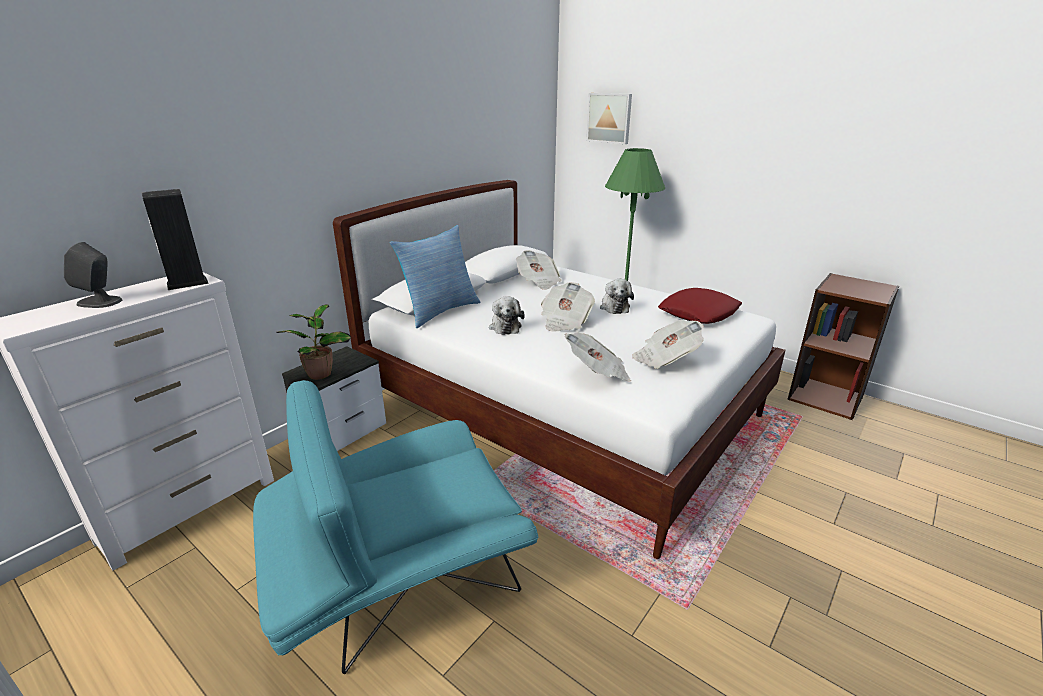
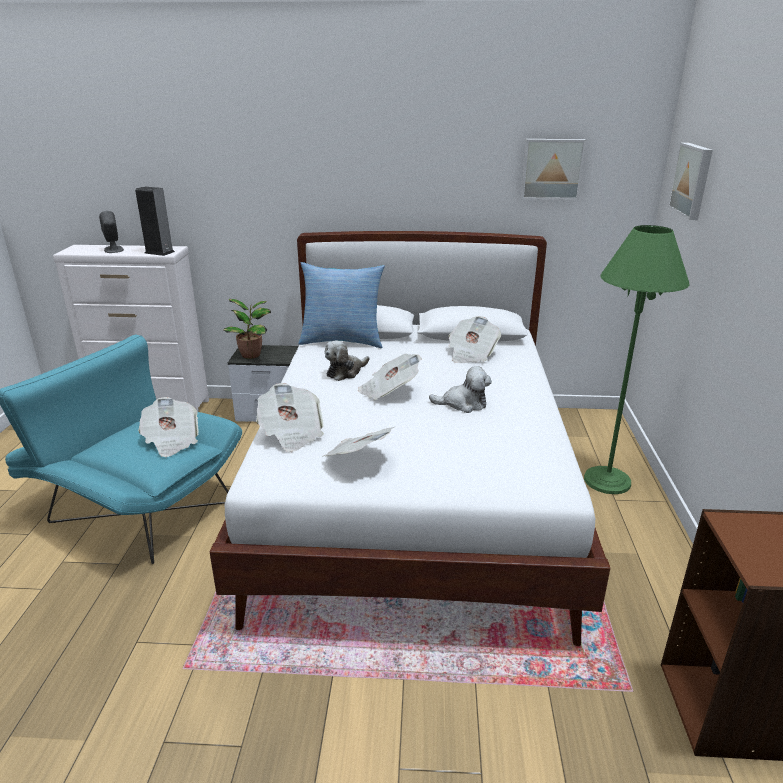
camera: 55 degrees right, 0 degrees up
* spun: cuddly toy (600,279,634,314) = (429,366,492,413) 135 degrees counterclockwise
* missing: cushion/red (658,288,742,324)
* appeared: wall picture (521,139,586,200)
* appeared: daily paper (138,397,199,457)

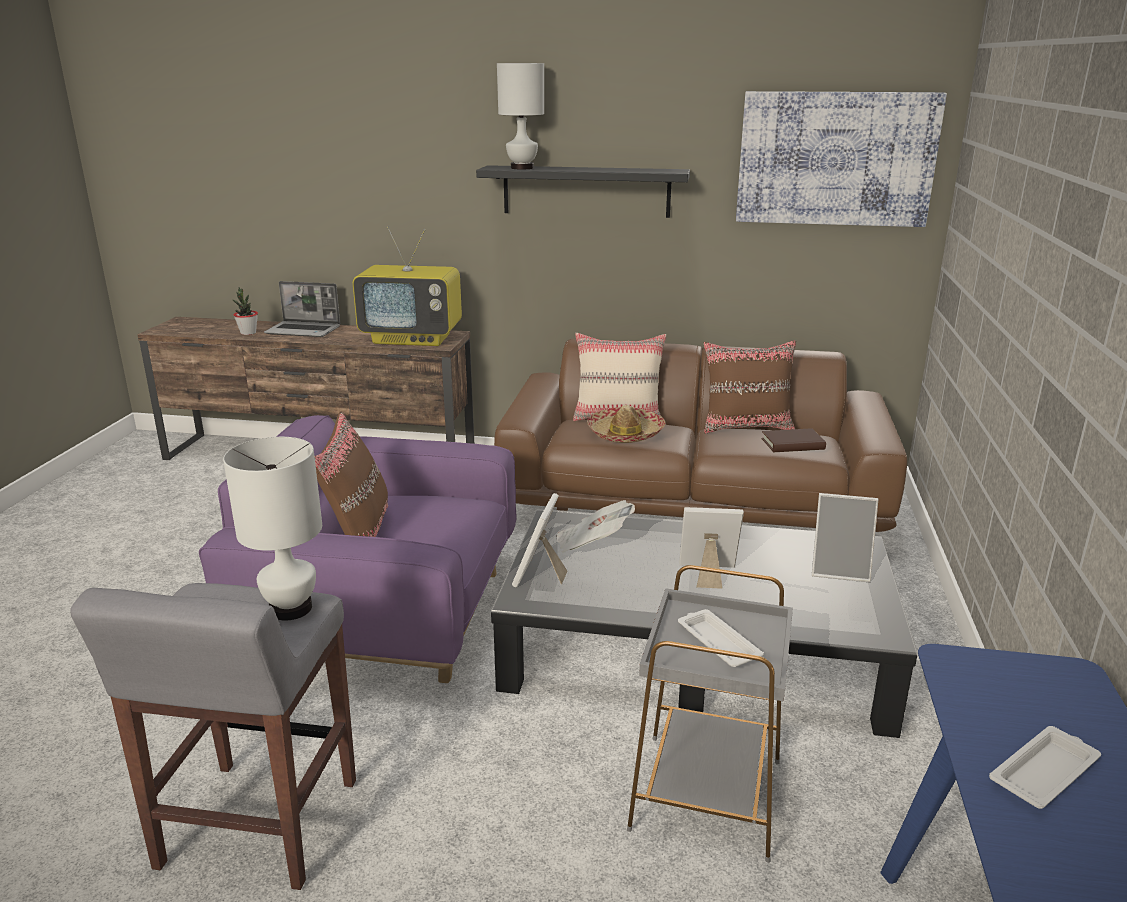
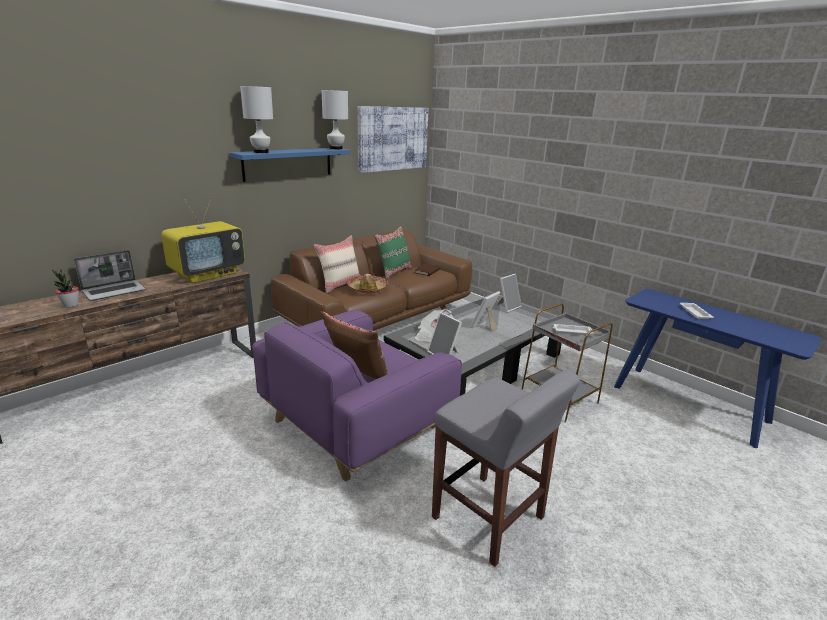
camera: 55 degrees left, 0 degrees up
* colour: bracket shelf/black (476,165,690,218) to bracket shelf/blue-coloured (230,148,351,182)
* colour: cushion/brownish (704,340,796,433) to cushion/green (374,226,412,279)
* relocated: table lamp/white-coloured (223,437,322,621) to (322,90,348,149)

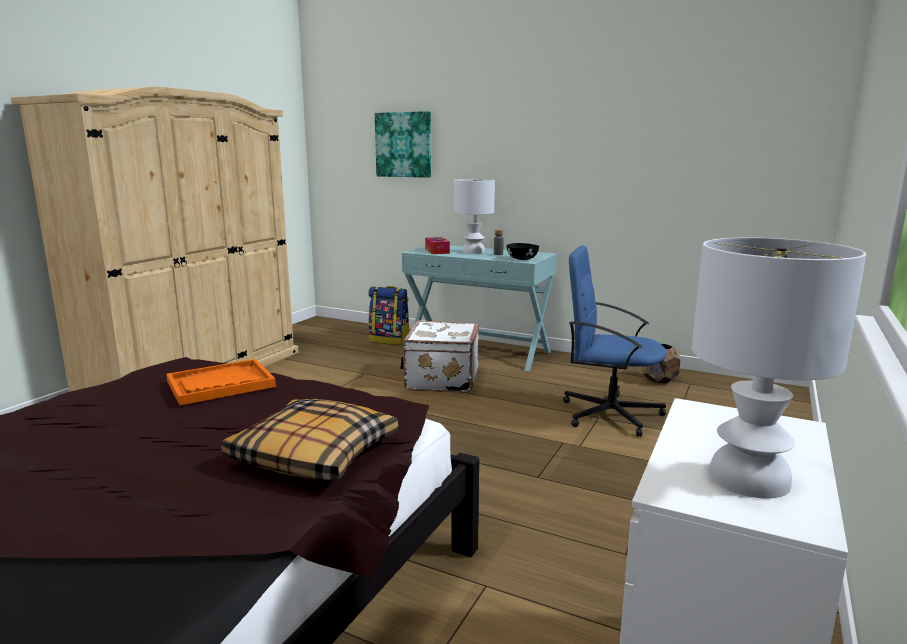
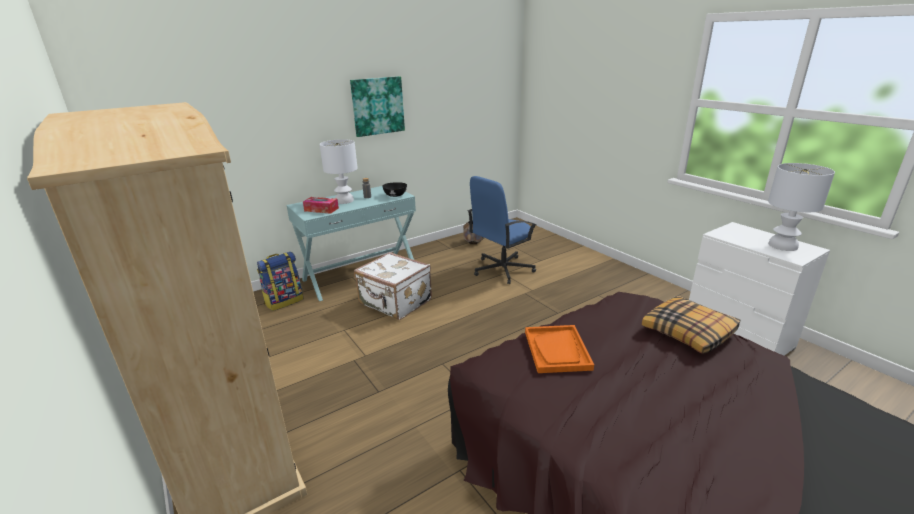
camera: 60 degrees left, 10 degrees up
* relocated: wall picture (375,111,431,178) to (350,76,405,137)

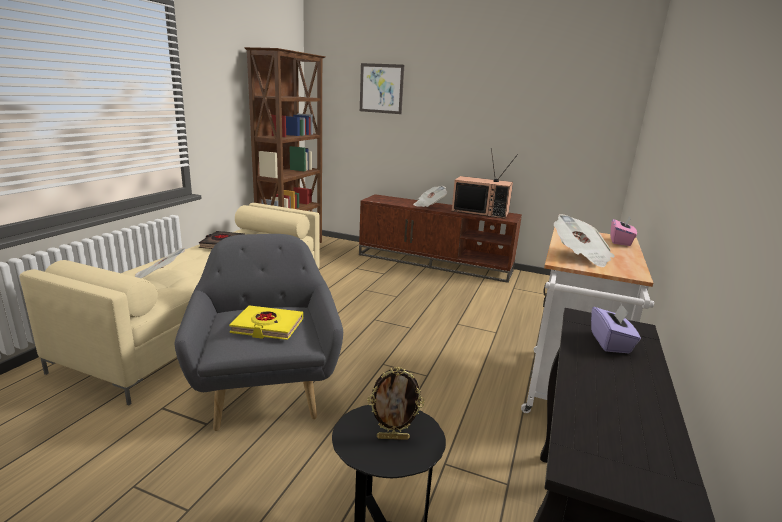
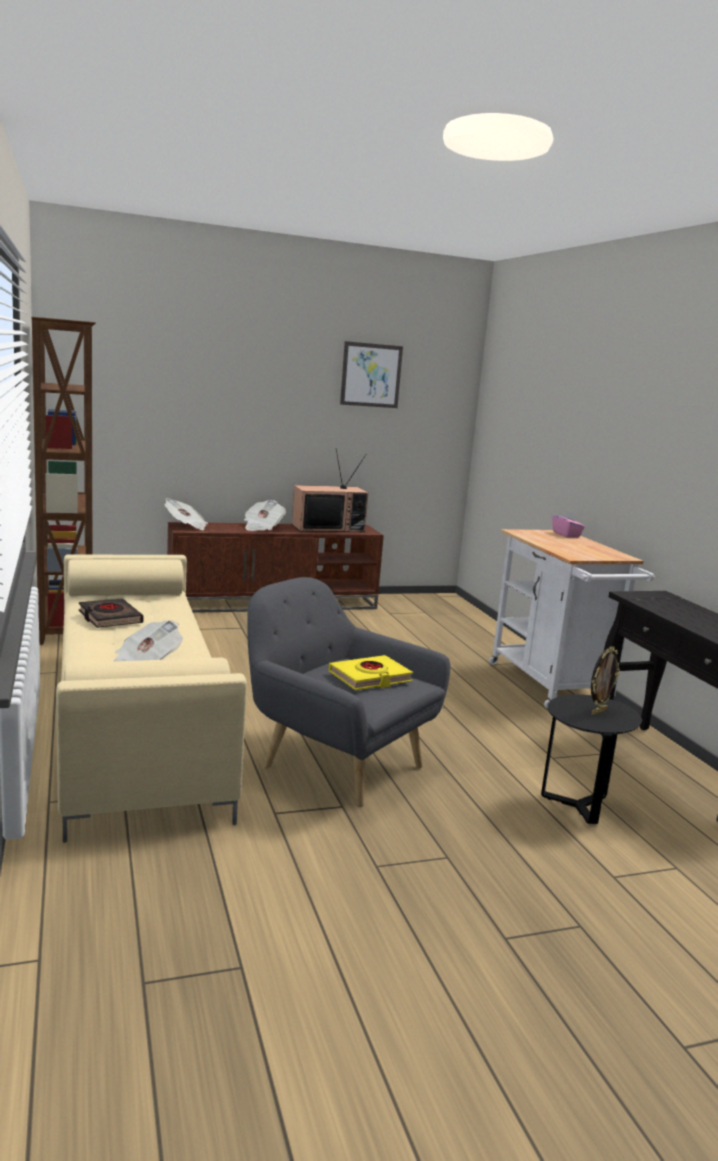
camera: 40 degrees left, 5 degrees down
* relocated: wall picture (360,63,404,114) to (340,341,403,408)
* relocated: daily paper (554,214,614,268) to (164,498,208,530)
* missing: tissue box/purple (591,304,641,353)

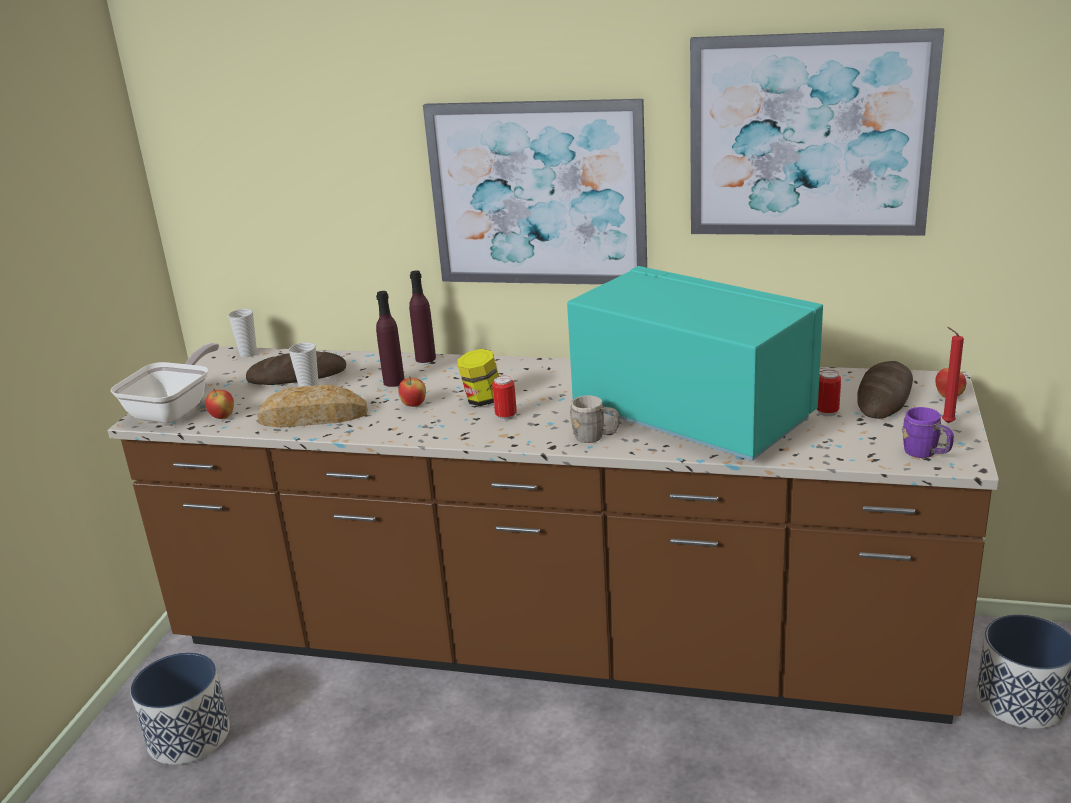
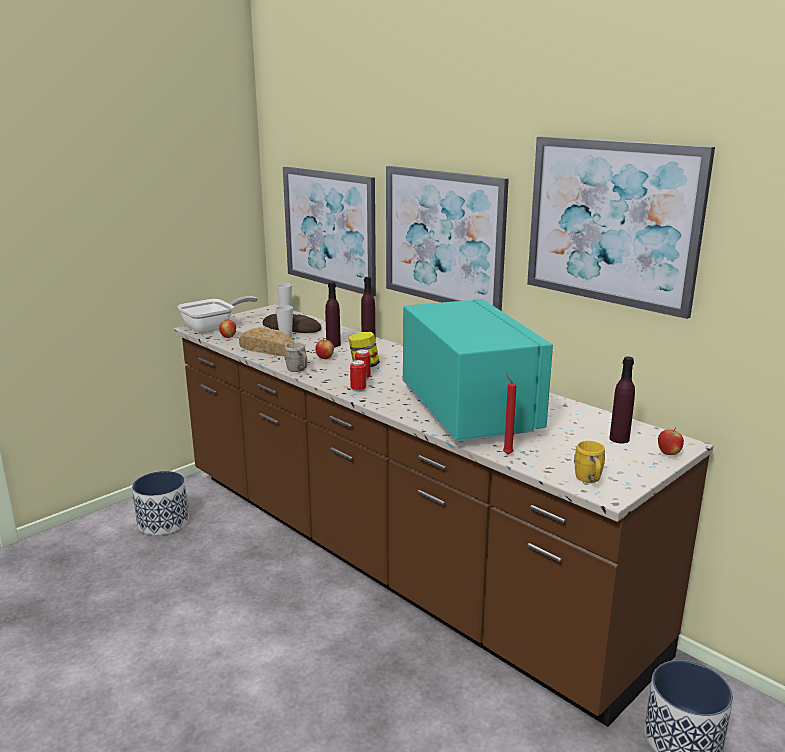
camera: 30 degrees right, 5 degrees down
* relocated: wax light/red (942,327,964,423) to (503,374,517,454)
* exchanged: bread (857,361,913,419) to drink bottle/purple (609,357,635,444)
* relocated: metal can (817,370,841,416) to (350,360,366,392)
* relocated: mug/gray (570,395,620,443) to (284,342,307,372)
* colour: mug/purple (902,407,954,458) to mug/yellow (574,441,605,483)
* appeared: wall picture (283,167,376,297)

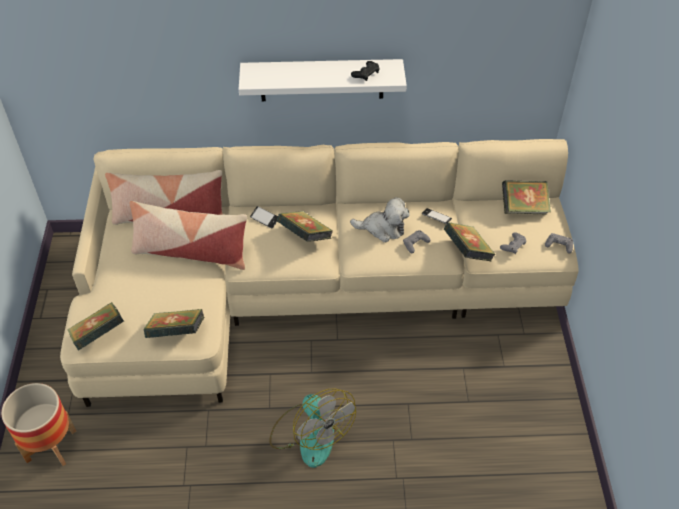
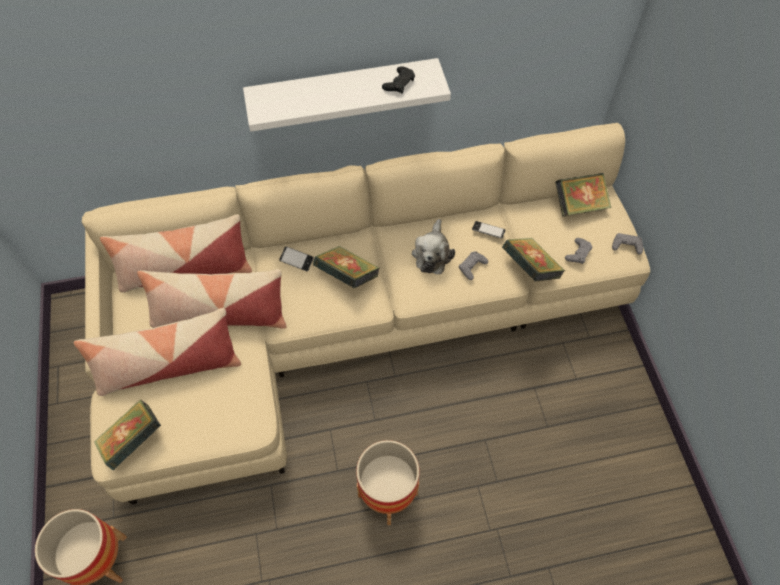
camera: 10 degrees left, 10 degrees up
* spun: cuddly toy (350,197,410,242) = (412,219,455,274) 105 degrees clockwise
* missing: volume (144,309,204,338)
* exchanged: electric fan (269,388,356,468) to flower pot (356,440,419,525)
* appeared: cushion (74,308,241,396)

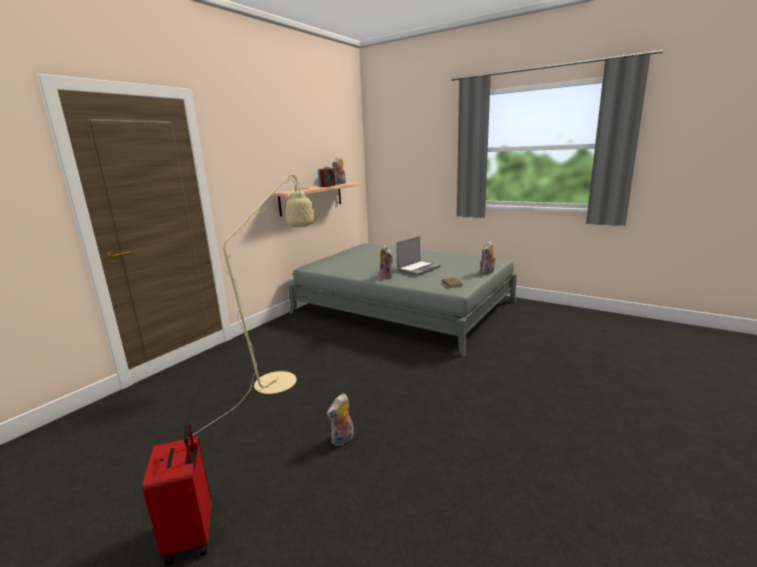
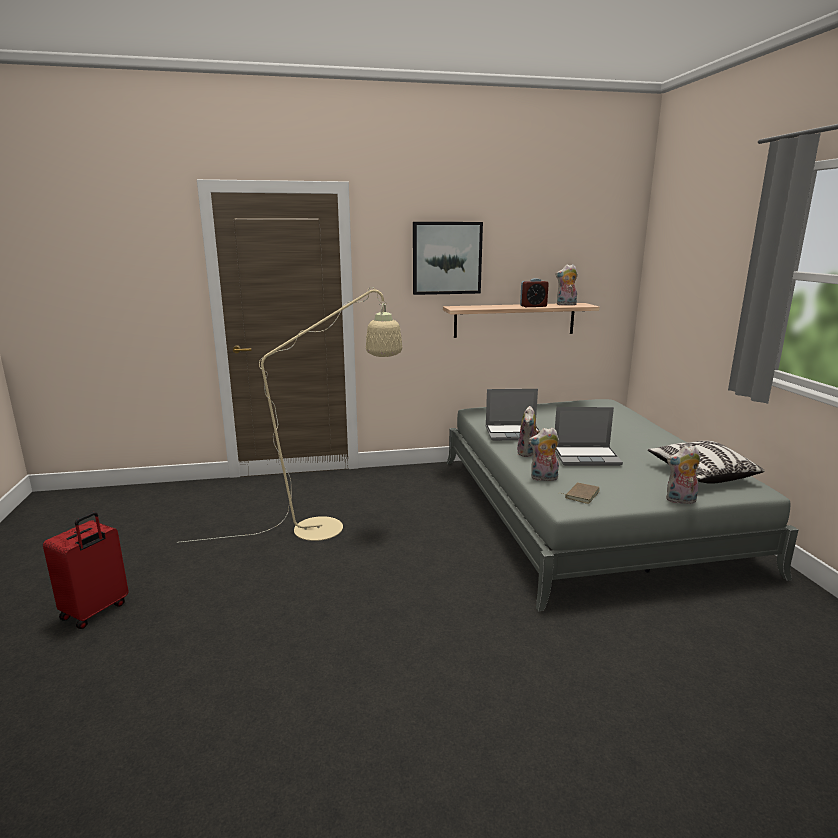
camera: 45 degrees right, 0 degrees up
* relocated: cuddly toy (327,393,354,446) to (529,427,559,481)
* appeared: wall picture (413,222,483,295)
* appeared: laptop (486,389,539,441)
* appeared: cushion (648,441,765,484)

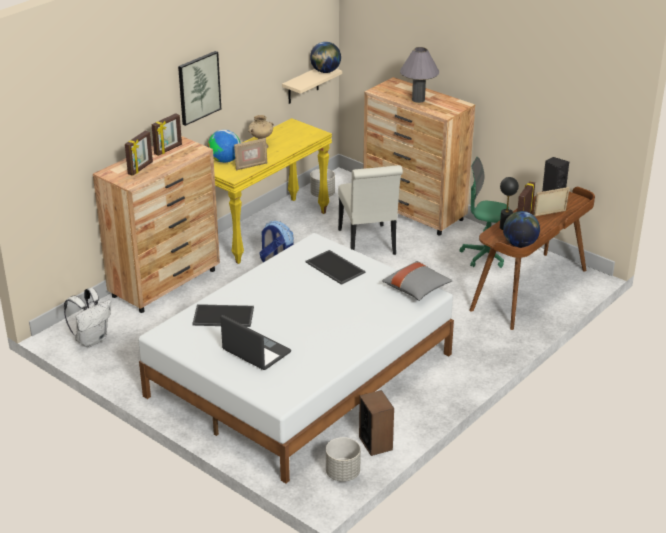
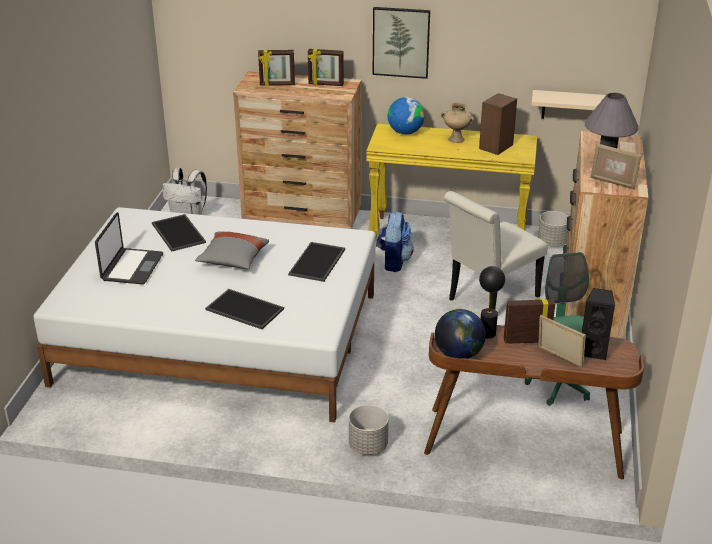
camera: 60 degrees right, 0 degrees up
* missing: desk globe (310,42,341,73)
* relocated: picture frame (234,138,267,171) to (590,144,642,190)
* relocated: cushion/gray (382,261,452,301) to (195,231,269,269)
* relocated: audio speaker (359,390,394,456) to (479,93,517,155)
* relocated: flower pot/gray (326,437,361,482) to (349,405,389,455)
* appeared: tray (205,289,284,329)

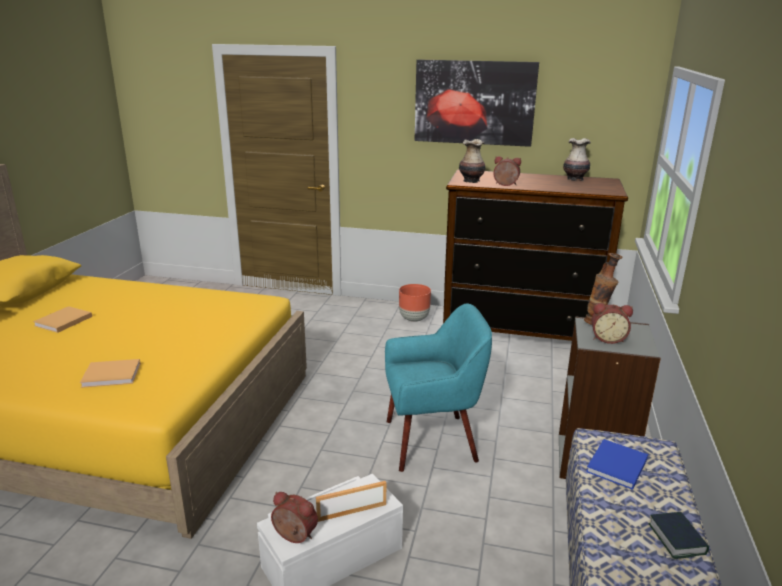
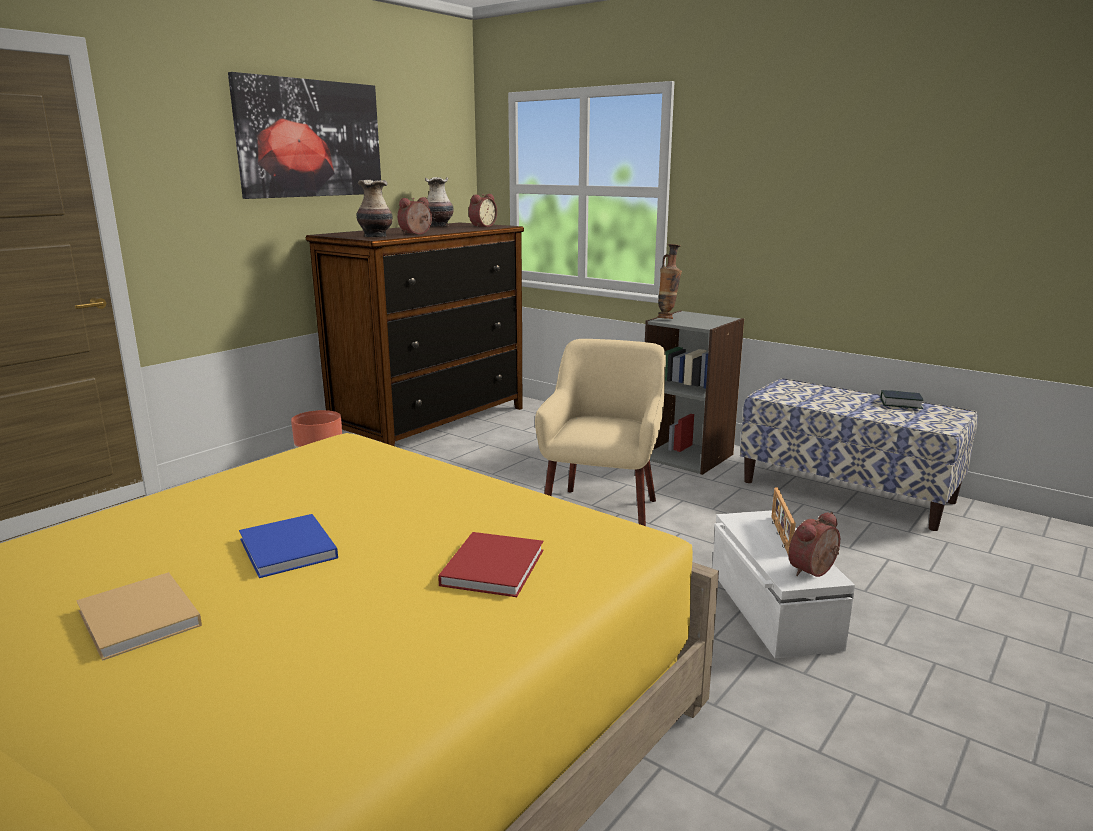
camera: 65 degrees left, 5 degrees down
* relocated: bedside clock (592,303,633,344) to (469,194,497,228)
* colour: easy chair/turquoise-coloured (385,304,492,472) to easy chair/beige-coloured (535,339,666,526)
* colour: volume/beige-coloured (80,359,141,388) to volume/red (438,532,543,597)
* relocated: volume/blue-coloured (586,439,648,490) to (239,514,338,578)

